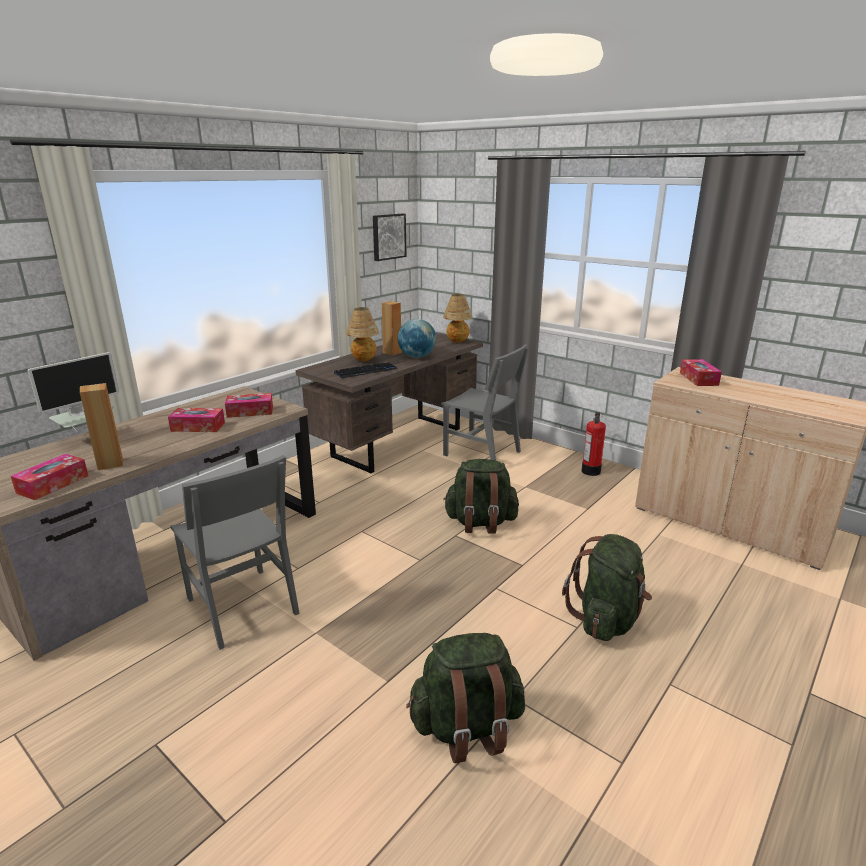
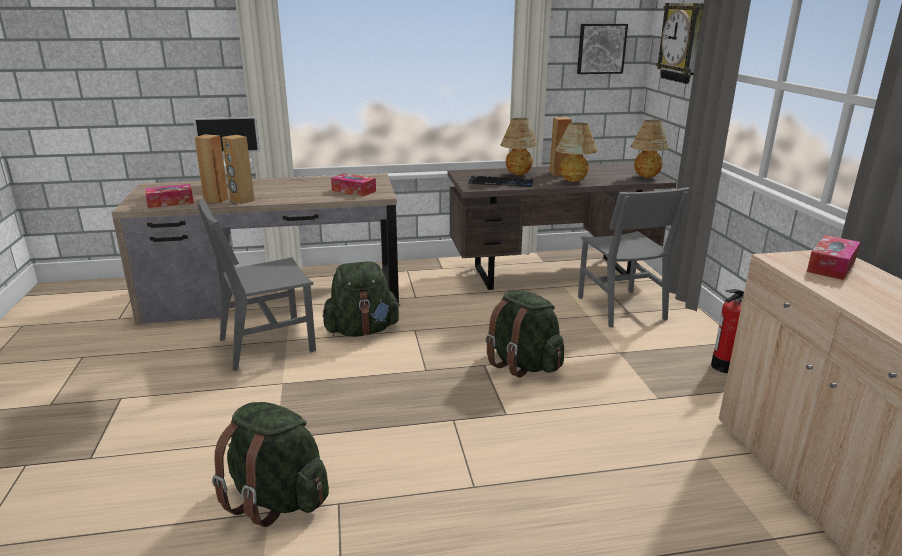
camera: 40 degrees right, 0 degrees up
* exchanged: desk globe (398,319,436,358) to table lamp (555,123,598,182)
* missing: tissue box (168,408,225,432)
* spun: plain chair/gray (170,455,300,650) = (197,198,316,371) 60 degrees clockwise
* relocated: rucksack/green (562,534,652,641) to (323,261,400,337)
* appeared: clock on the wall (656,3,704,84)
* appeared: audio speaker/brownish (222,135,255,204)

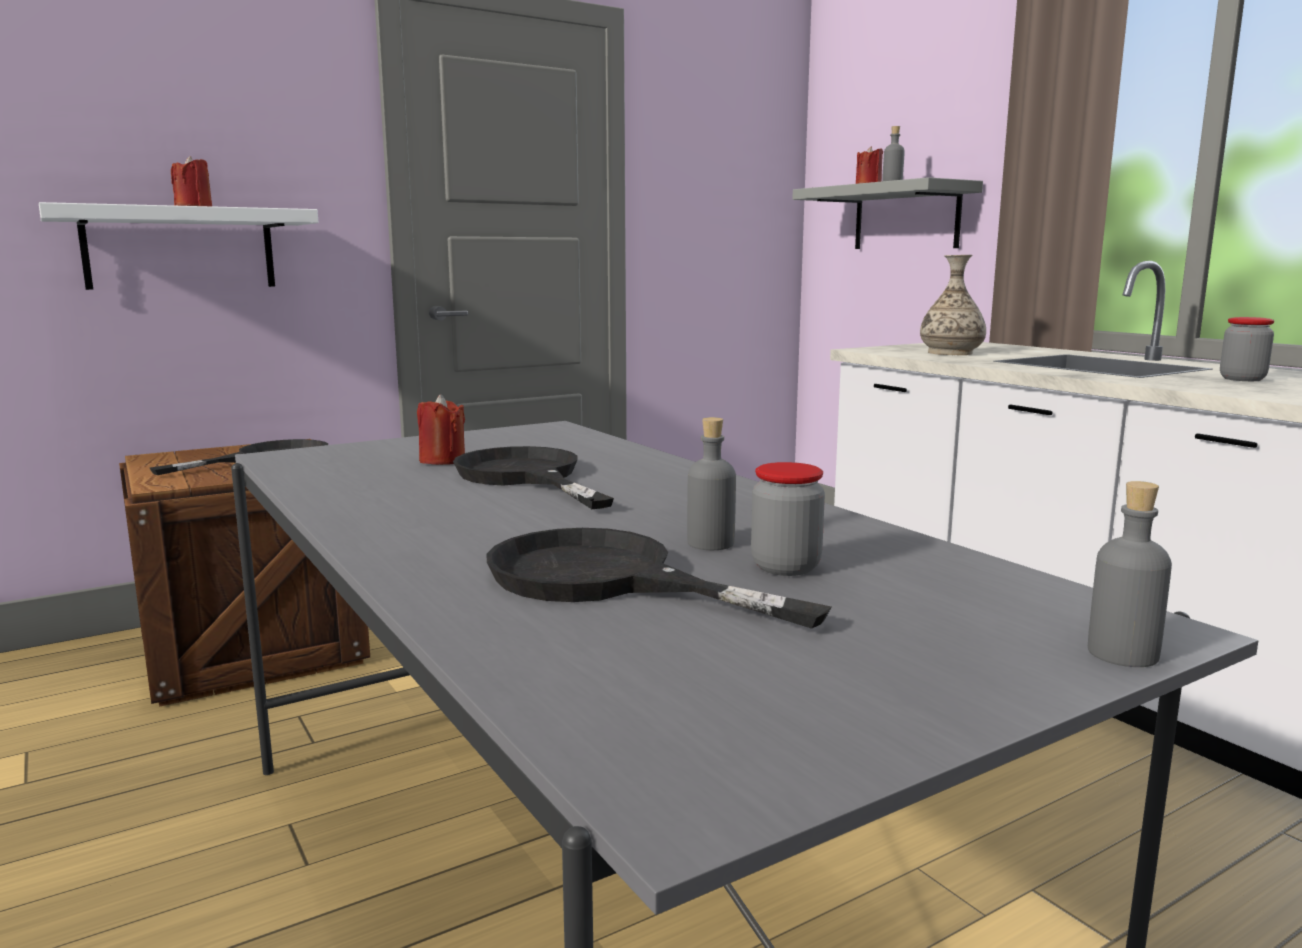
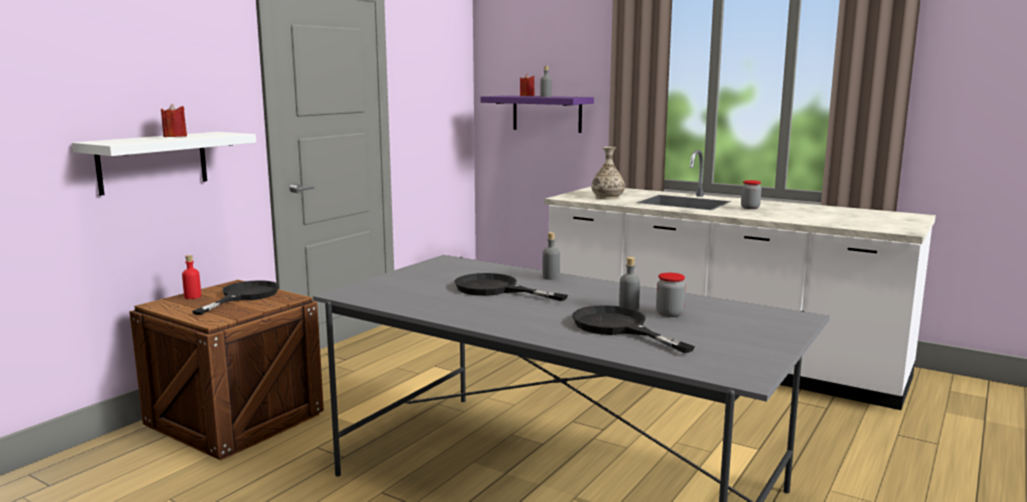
camera: 25 degrees left, 0 degrees up
* colour: bracket shelf/gray (792,177,983,249) to bracket shelf/purple (480,95,594,133)
* missing: wax light/red (417,394,465,465)
* relocated: drink bottle/gray (1088,481,1172,667) to (543,232,560,280)
* spun: pan/black (486,528,831,629) = (572,305,695,353) 45 degrees clockwise
* appeared: drink bottle/red (182,255,201,299)

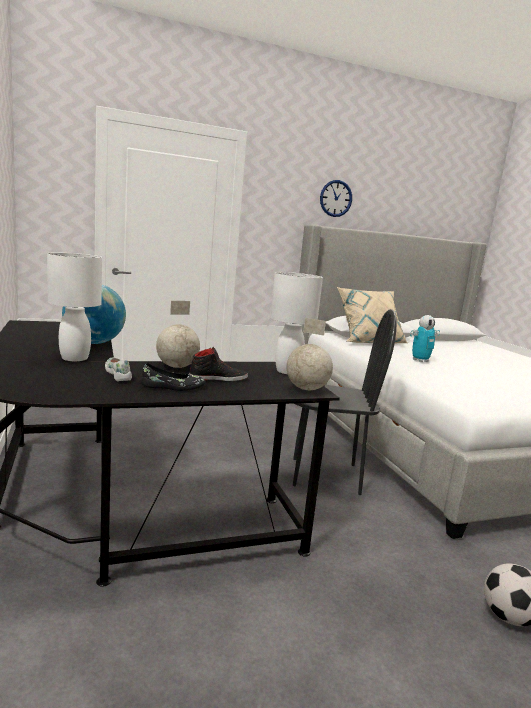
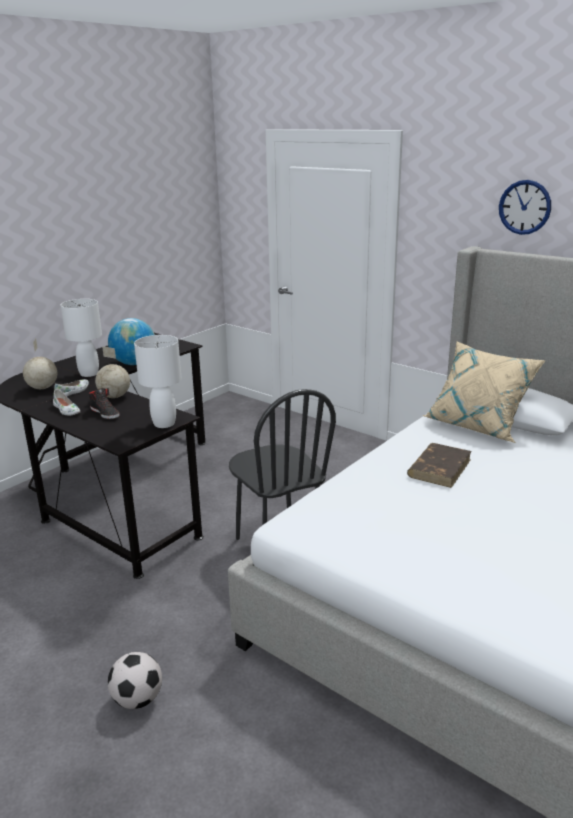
camera: 60 degrees right, 10 degrees up
* exchanged: robot figure (410,315,440,362) to volume/brownish (407,443,472,488)
* relocated: desk globe (287,318,333,390) to (23,338,57,389)
* colour: shoe/black (141,363,206,391) to shoe/white-coloured (53,389,80,415)

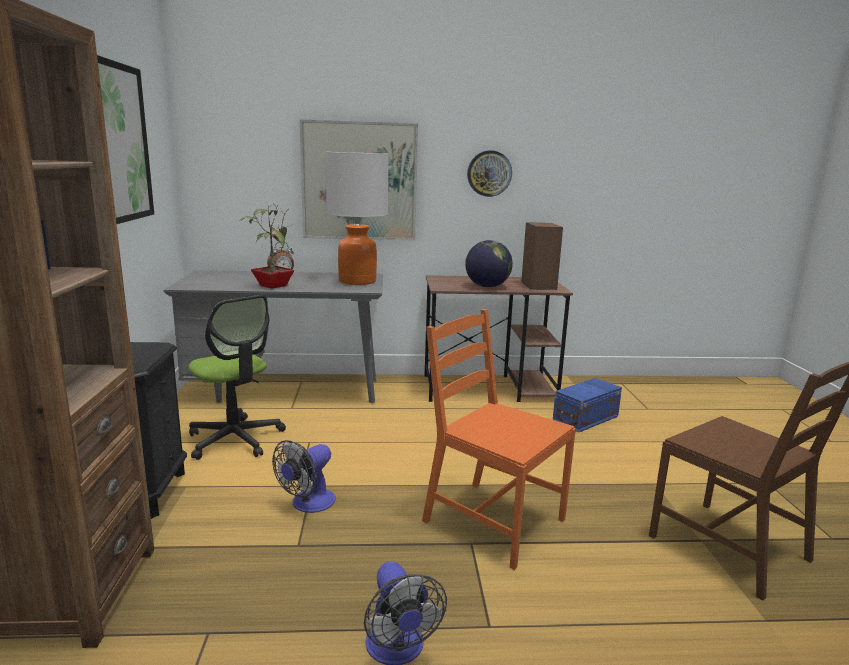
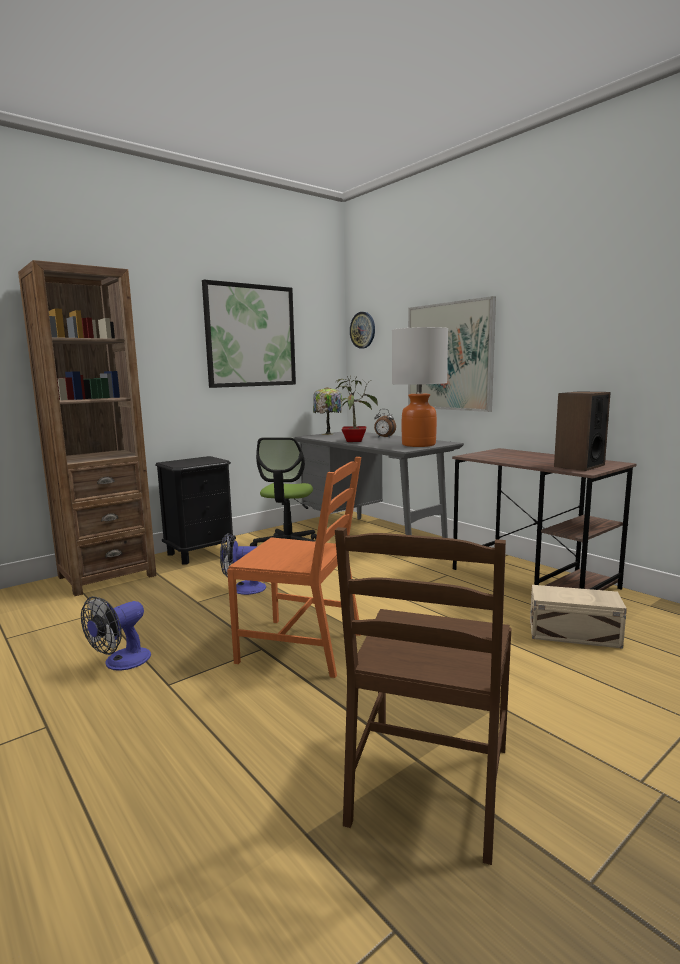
camera: 55 degrees right, 5 degrees down
* relocated: clock on the wall (467,150,512,197) to (350,312,375,348)
* missing: desk globe (465,240,513,288)
* spun: plain chair/orangey (422,309,576,570) = (227,457,361,678) 105 degrees clockwise
* colour: storage box/blue-coloured (553,378,622,433) to storage box/beige-coloured (530,585,627,649)
* appeared: table lamp (313,387,342,435)

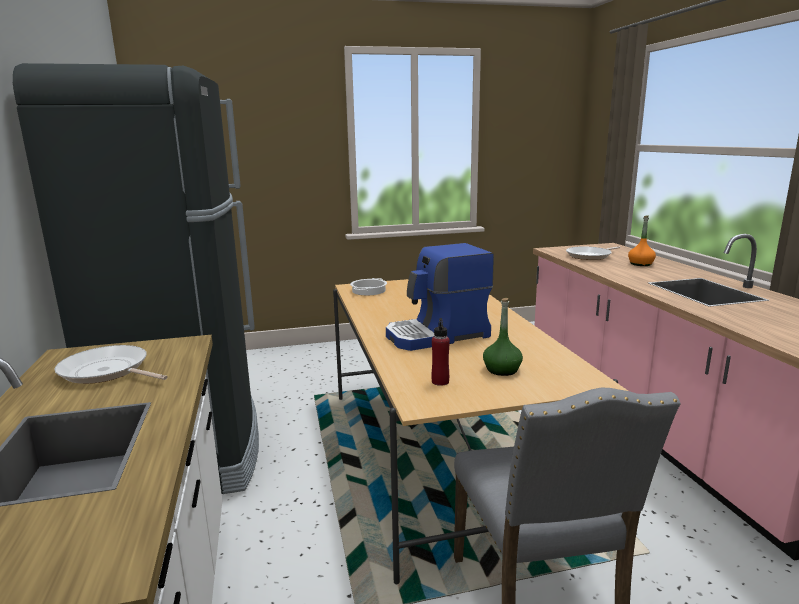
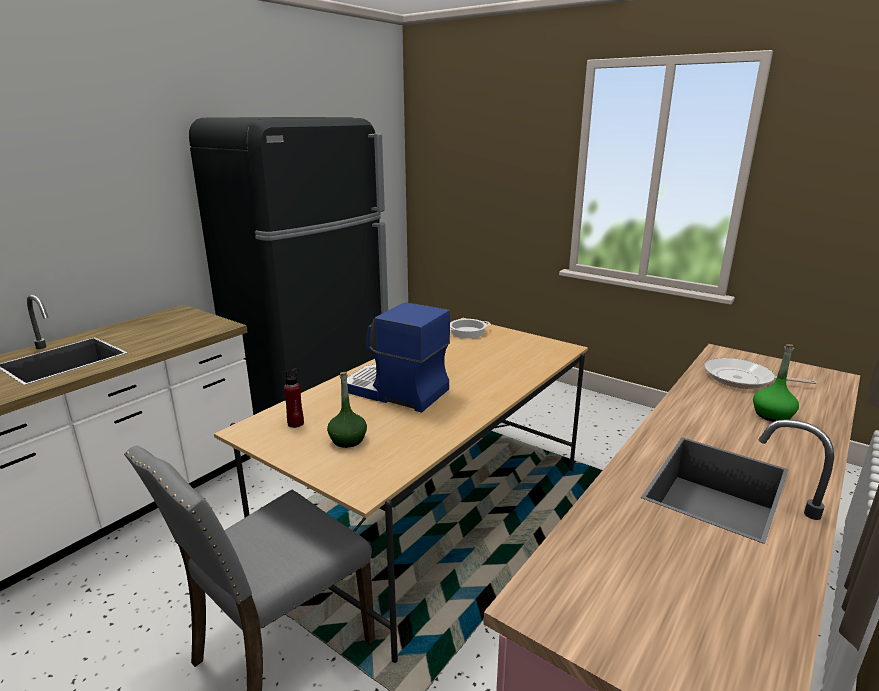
camera: 50 degrees right, 5 degrees up
* colour: drink bottle/orangey (628,215,656,266) to drink bottle/green (753,344,799,422)
* missing: pan (54,345,168,384)

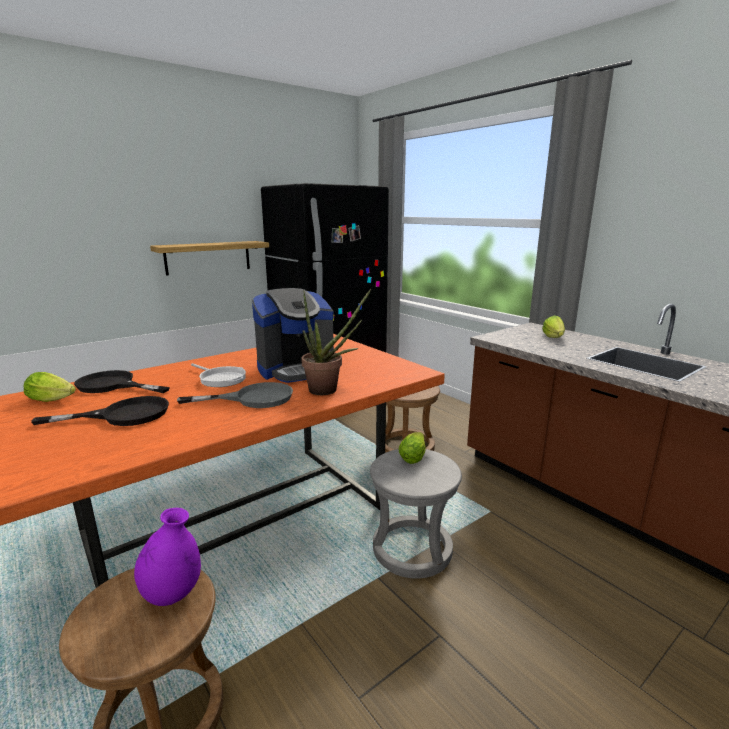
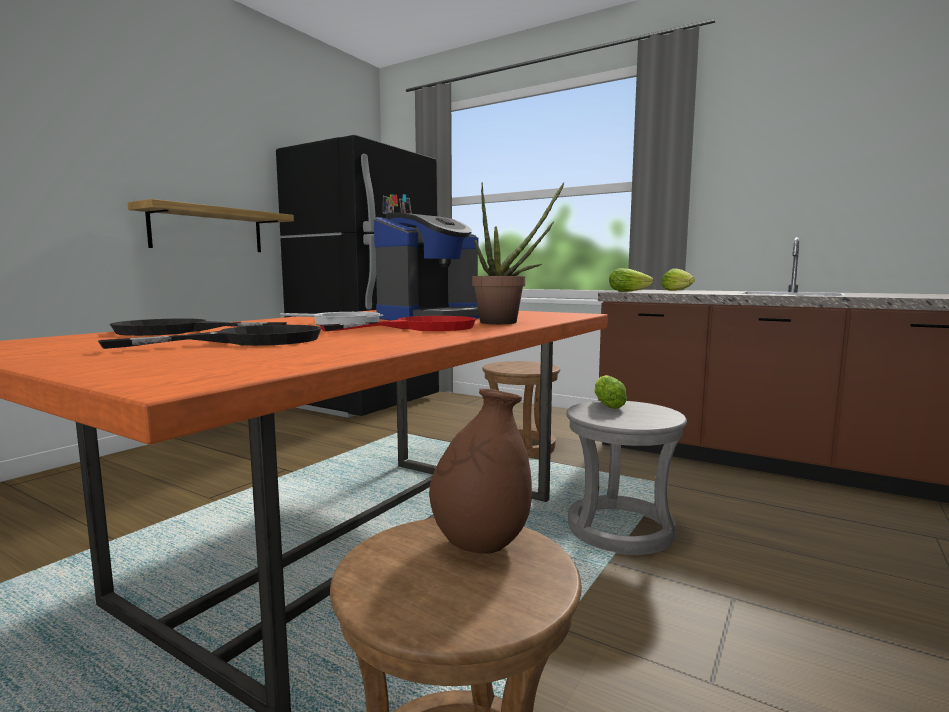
camera: 20 degrees left, 10 degrees down
* relocated: head of lettuce (24,372,76,402) to (609,268,653,292)
* colour: pan/gray (177,382,293,408) to pan/red (320,316,476,331)
* colour: decorative vase/purple (134,508,201,606) to decorative vase/brownish (429,388,532,554)

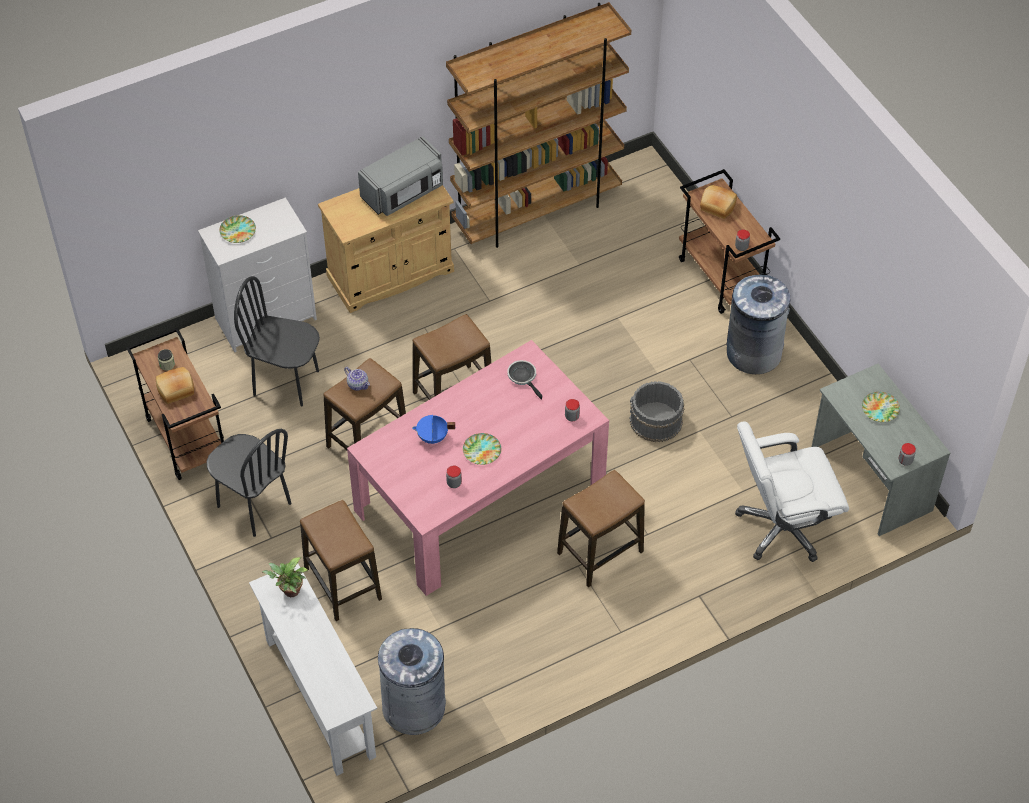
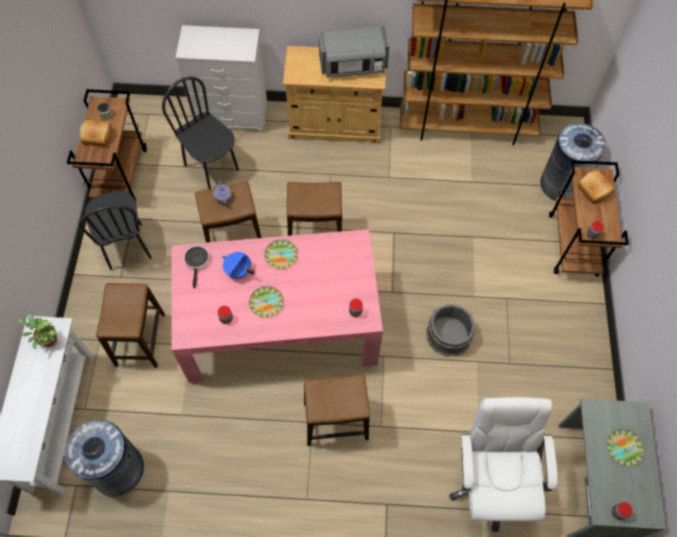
camera: 30 degrees right, 10 degrees up
* relocated: plate (219,215,256,243) to (264,239,298,269)
* relocated: trash can/gray (727,275,790,374) to (540,123,606,201)
* relocated: pan (507,360,542,400) to (184,246,210,289)
* spun: computer chair/white-coloured (735,422,849,562) = (449,397,558,532) 75 degrees clockwise

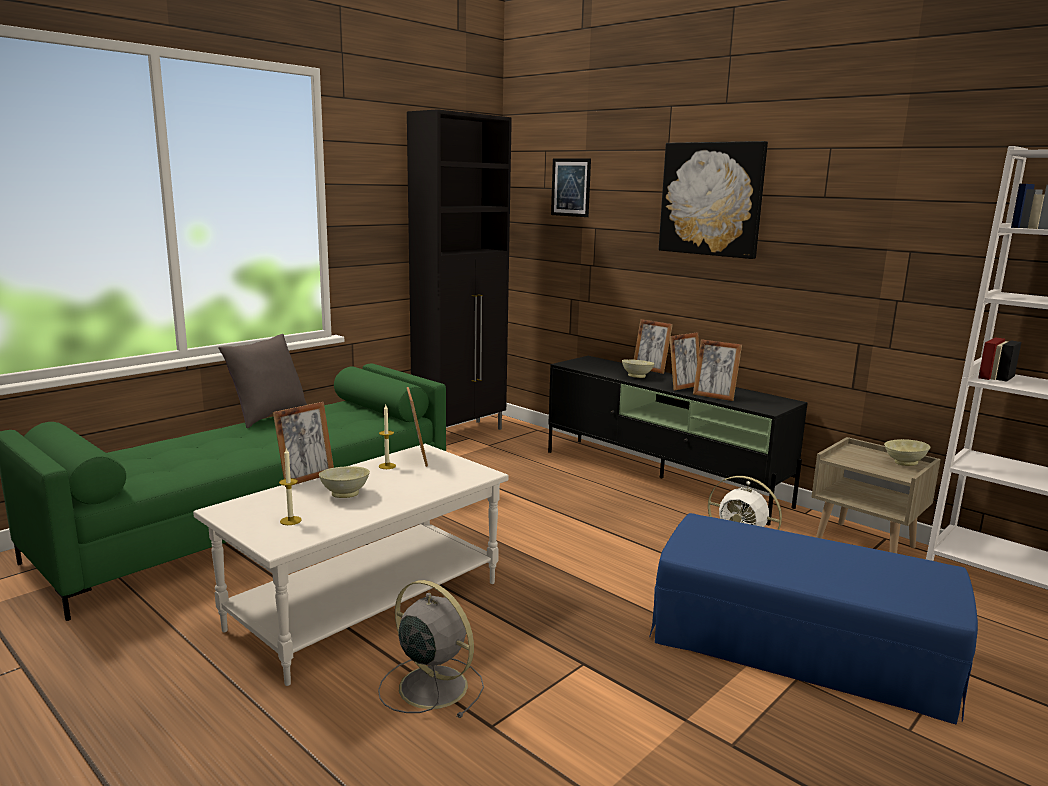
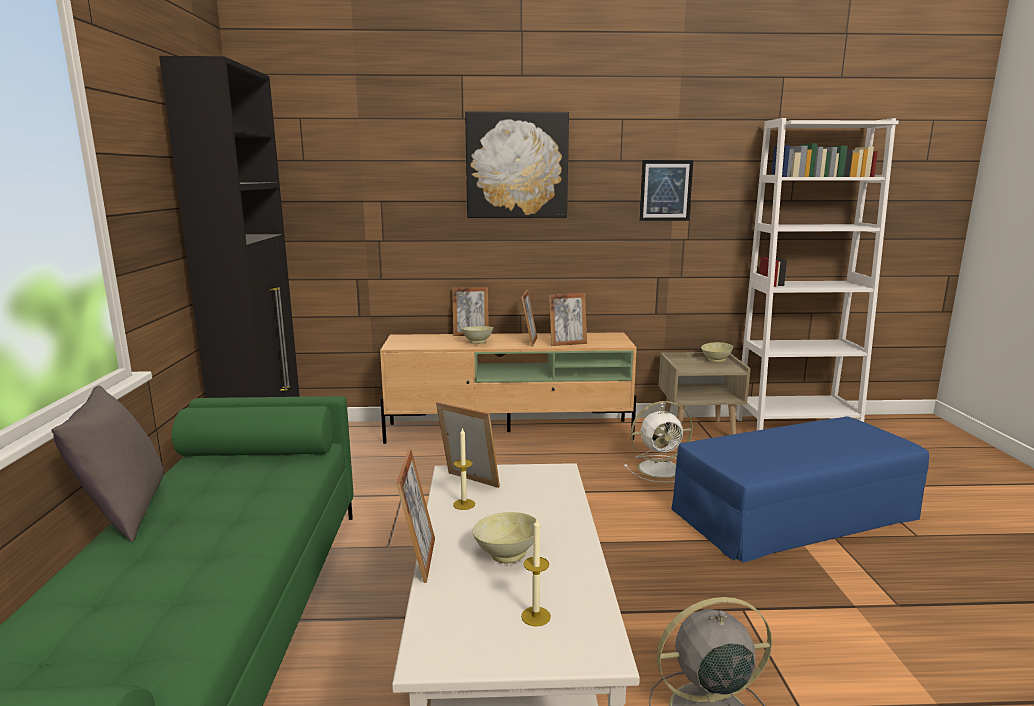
camera: 45 degrees left, 0 degrees up
* relocated: wall picture (551,158,591,217) to (639,160,693,221)
* colour: tv unit/black (548,356,808,525) to tv unit/beige-coloured (380,332,637,444)

